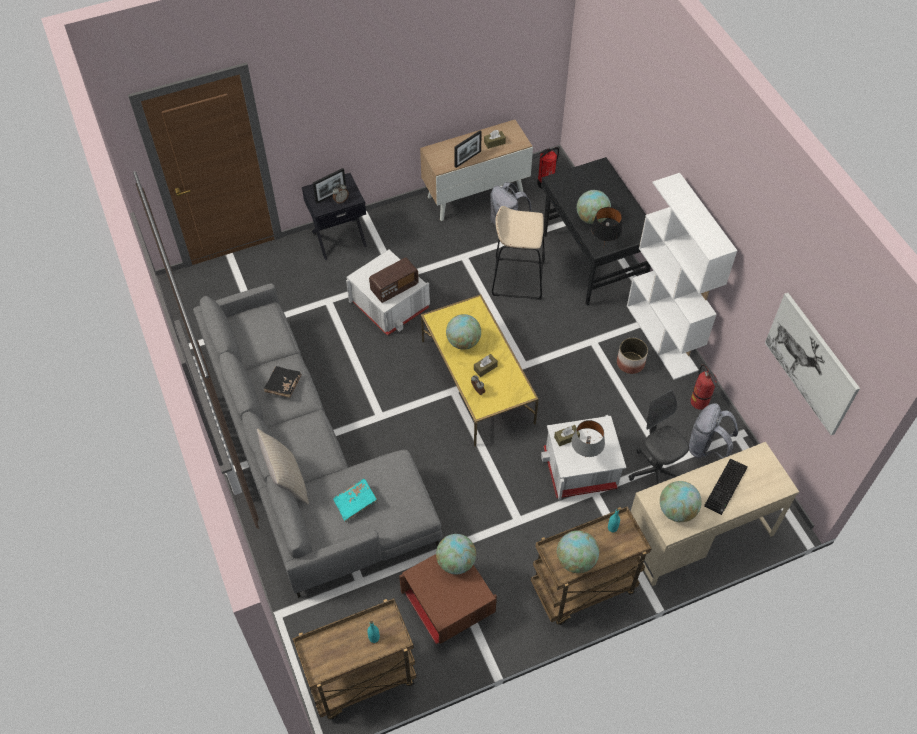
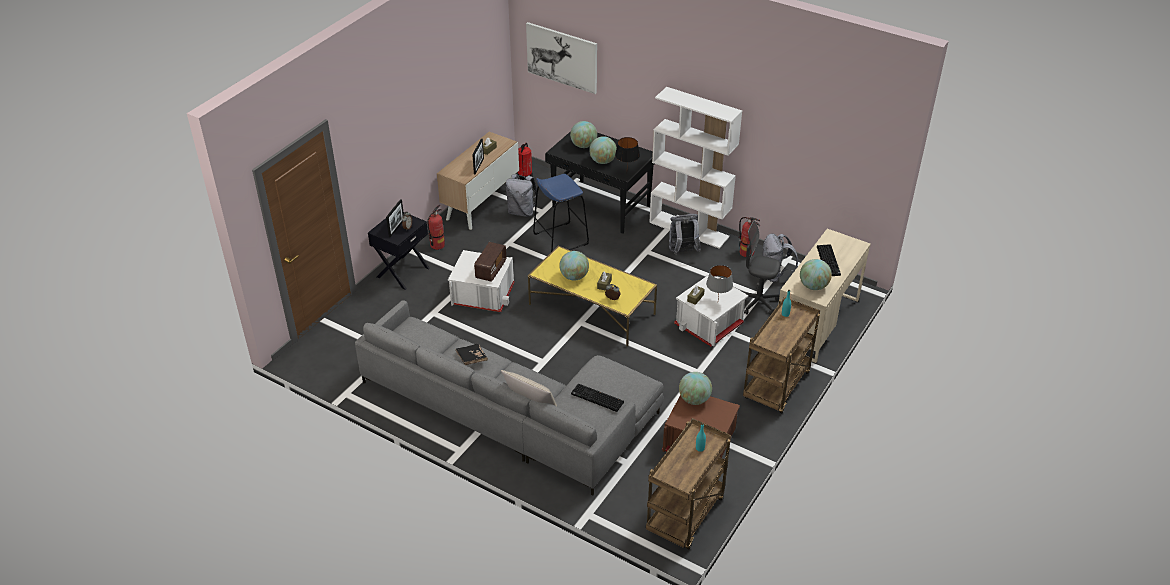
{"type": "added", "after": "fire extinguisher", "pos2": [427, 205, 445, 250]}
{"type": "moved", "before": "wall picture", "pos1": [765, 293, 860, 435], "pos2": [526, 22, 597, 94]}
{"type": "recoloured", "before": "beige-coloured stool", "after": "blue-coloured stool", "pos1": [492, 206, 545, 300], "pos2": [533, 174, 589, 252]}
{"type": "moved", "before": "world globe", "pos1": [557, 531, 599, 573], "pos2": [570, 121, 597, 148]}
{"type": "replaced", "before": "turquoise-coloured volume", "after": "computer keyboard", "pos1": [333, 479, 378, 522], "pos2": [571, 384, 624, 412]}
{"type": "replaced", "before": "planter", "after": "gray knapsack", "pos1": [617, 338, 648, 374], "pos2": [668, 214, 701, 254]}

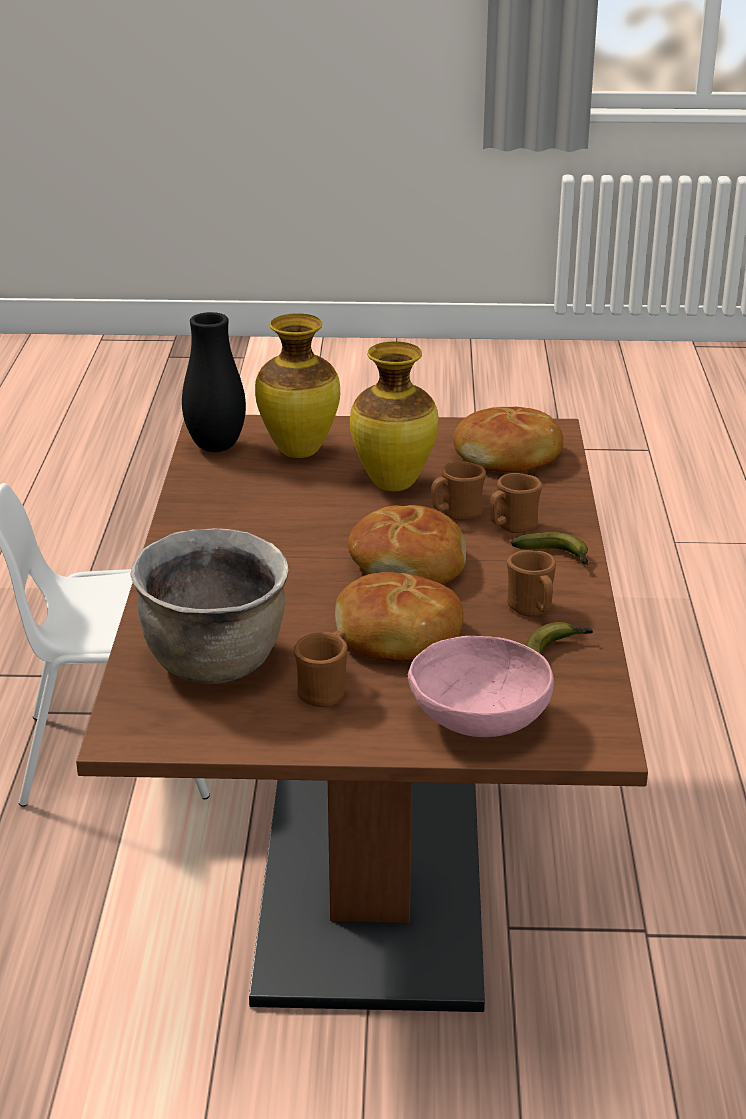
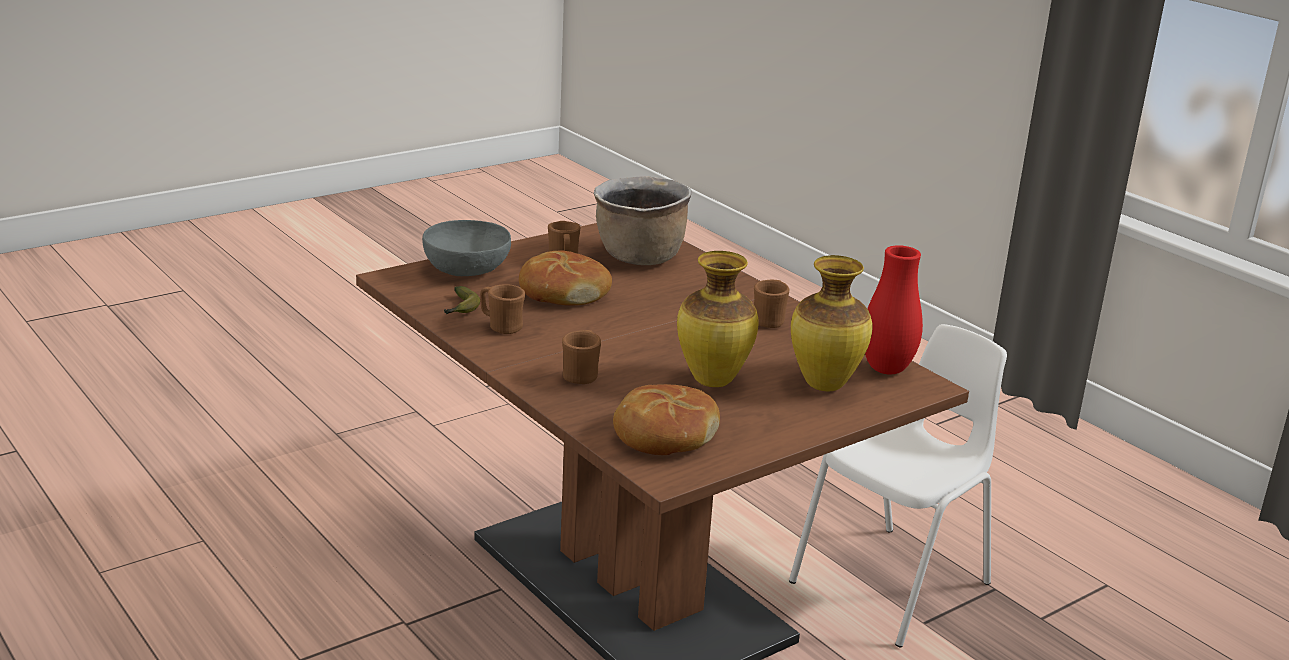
{"type": "recoloured", "before": "pink deep dish", "after": "gray deep dish", "pos1": [407, 636, 554, 737], "pos2": [422, 220, 511, 276]}
{"type": "moved", "before": "brown coffee mug", "pos1": [431, 461, 486, 521], "pos2": [754, 280, 789, 328]}
{"type": "recoloured", "before": "blackish flower vase", "after": "red flower vase", "pos1": [182, 312, 246, 452], "pos2": [865, 245, 923, 375]}
{"type": "removed", "before": "bakery bread", "pos1": [348, 505, 466, 584]}
{"type": "removed", "before": "banana", "pos1": [511, 532, 588, 565]}

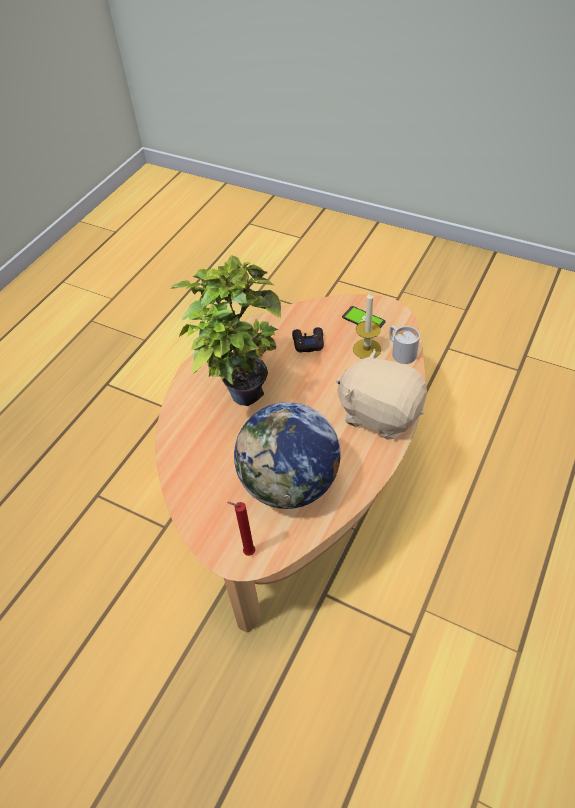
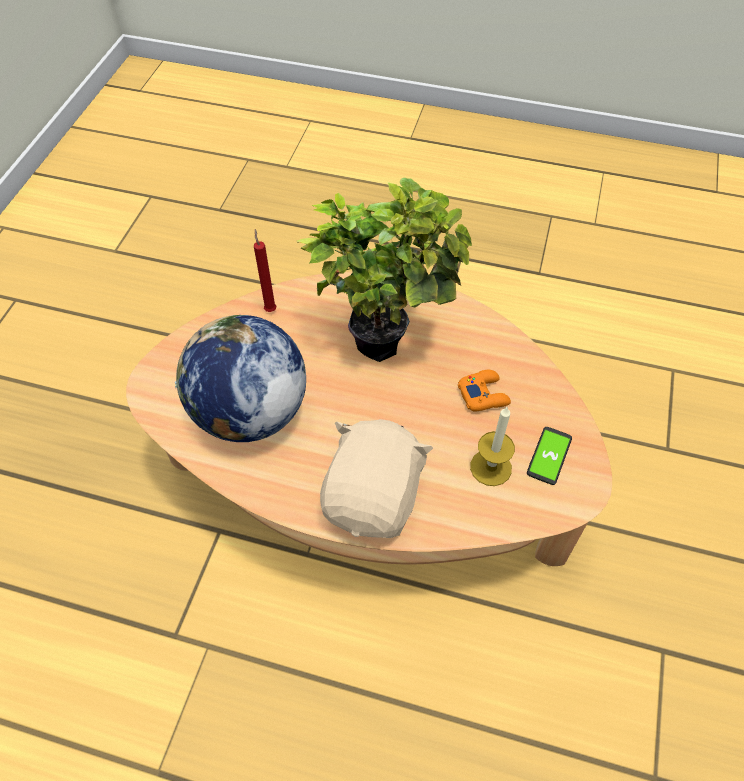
{"type": "moved", "before": "red candle", "pos1": [227, 502, 255, 556], "pos2": [254, 229, 276, 312]}
{"type": "recoloured", "before": "blackish game controller", "after": "orangey game controller", "pos1": [292, 327, 324, 353], "pos2": [458, 370, 511, 412]}
{"type": "removed", "before": "white coffee mug", "pos1": [389, 325, 420, 364]}

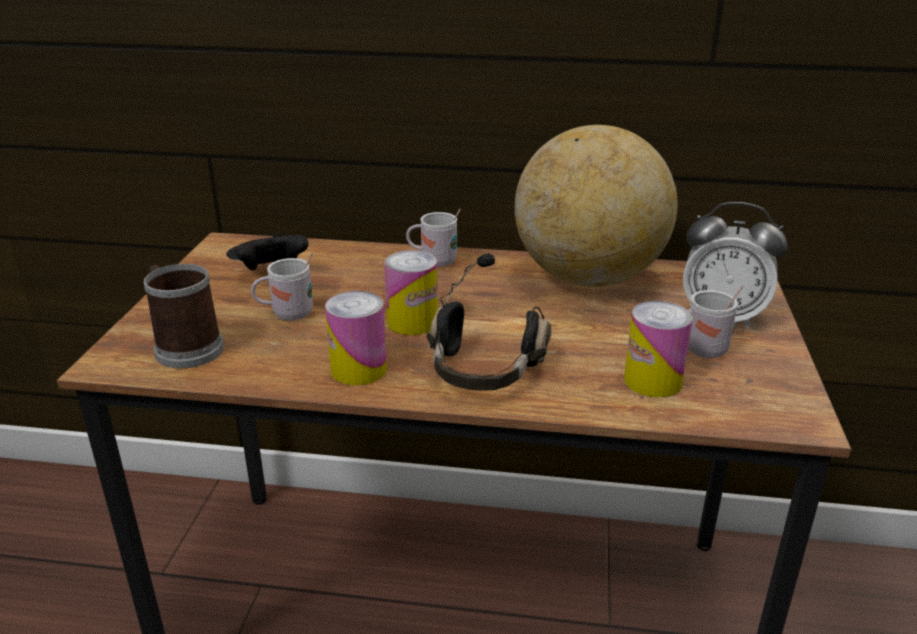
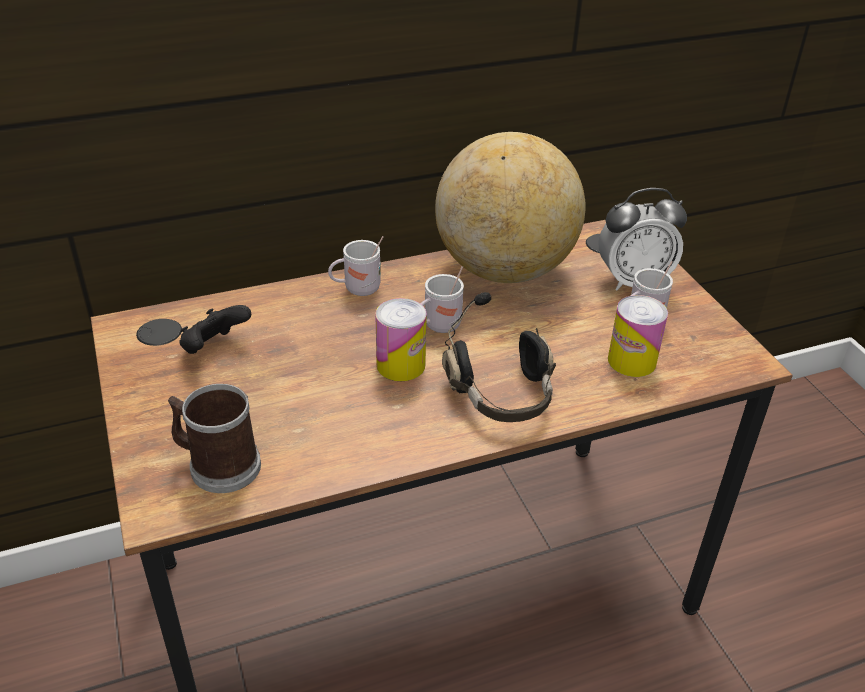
{"type": "moved", "before": "white coffee mug", "pos1": [251, 252, 313, 321], "pos2": [420, 266, 464, 333]}
{"type": "removed", "before": "sealed can", "pos1": [325, 291, 387, 385]}

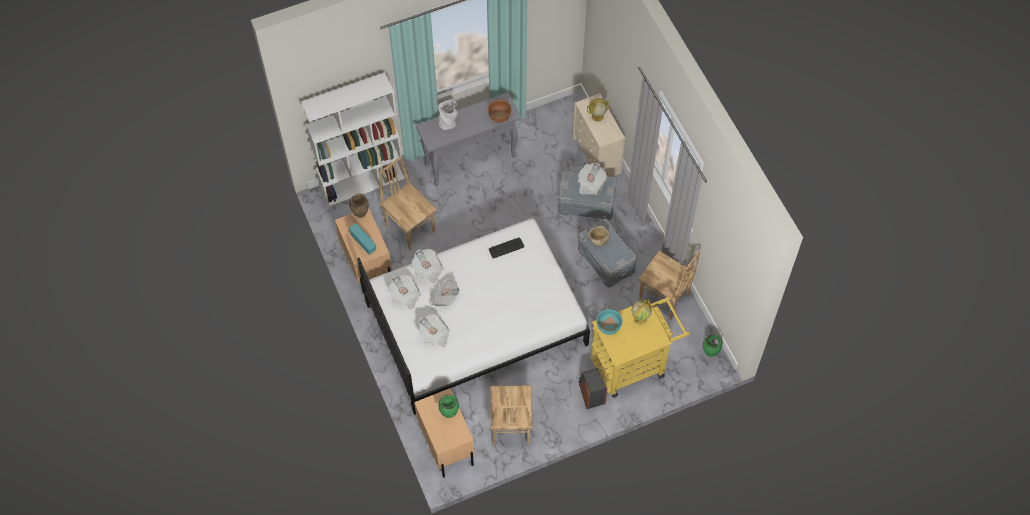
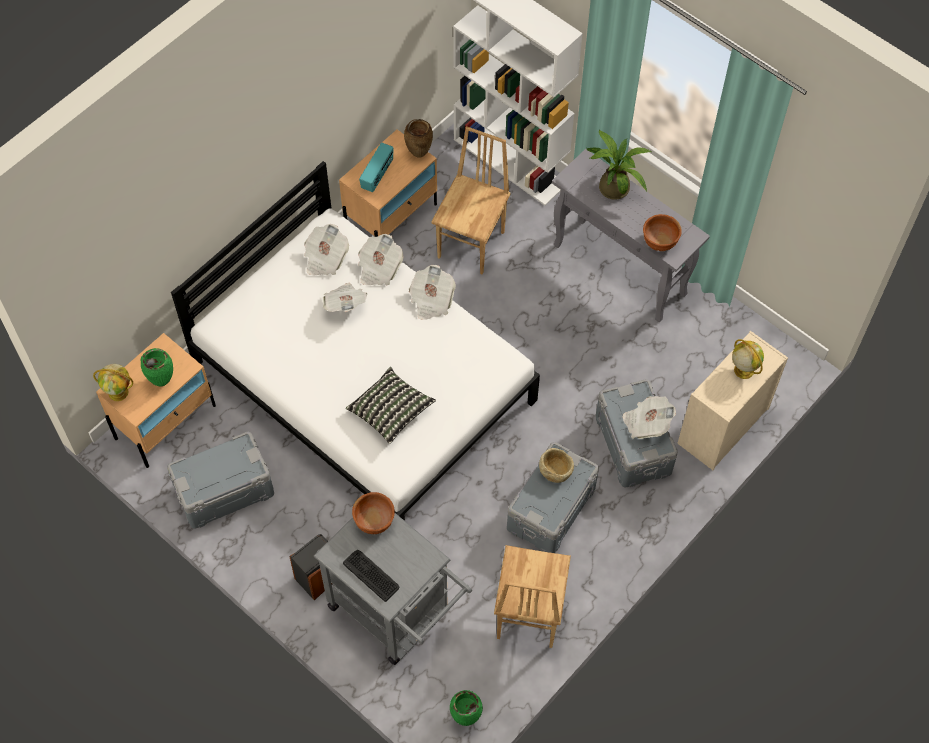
{"type": "moved", "before": "world globe", "pos1": [631, 299, 652, 325], "pos2": [93, 364, 133, 401]}
{"type": "replaced", "before": "brown chair", "after": "gray storage container", "pos1": [491, 385, 532, 445], "pos2": [167, 432, 274, 529]}
{"type": "recoloured", "before": "yellow wheeled cart", "after": "gray wheeled cart", "pos1": [590, 297, 690, 398], "pos2": [314, 513, 472, 665]}
{"type": "moved", "before": "computer keyboard", "pos1": [489, 238, 524, 259], "pos2": [343, 550, 399, 602]}
{"type": "added", "after": "cushion", "pos2": [346, 367, 436, 444]}
{"type": "recoloured", "before": "turquoise-coloured deep dish", "after": "brown deep dish", "pos1": [597, 309, 623, 335], "pos2": [352, 492, 395, 534]}
{"type": "moved", "before": "printed paper", "pos1": [418, 314, 450, 347], "pos2": [409, 265, 456, 320]}
{"type": "replaced", "before": "gray flower vase", "after": "plant in a pot", "pos1": [439, 100, 458, 130], "pos2": [587, 129, 651, 200]}

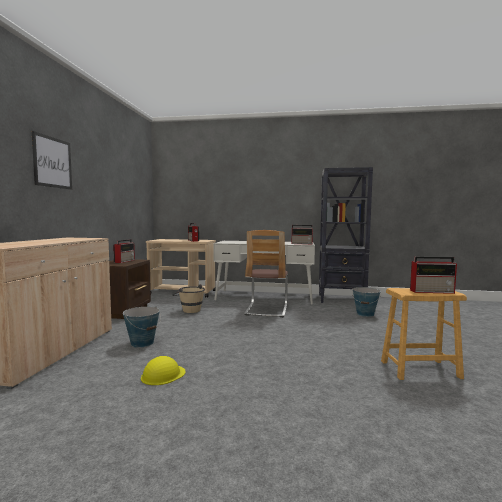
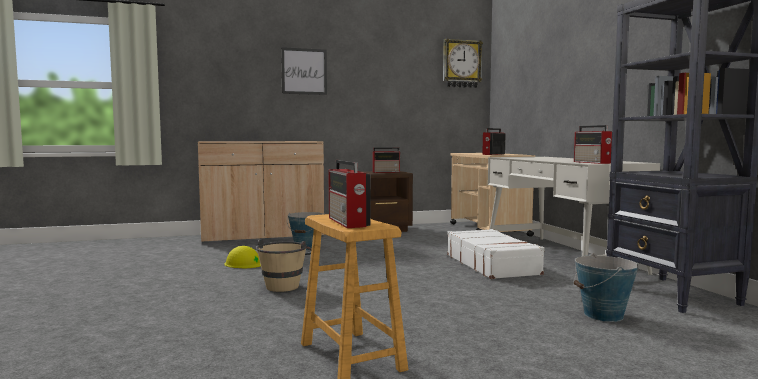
{"type": "moved", "before": "beige-coloured water bucket", "pos1": [172, 284, 205, 313], "pos2": [256, 239, 312, 292]}
{"type": "added", "after": "hanging clock", "pos2": [443, 38, 483, 88]}
{"type": "replaced", "before": "chair", "after": "white suitcase", "pos1": [244, 230, 288, 317], "pos2": [447, 229, 545, 279]}

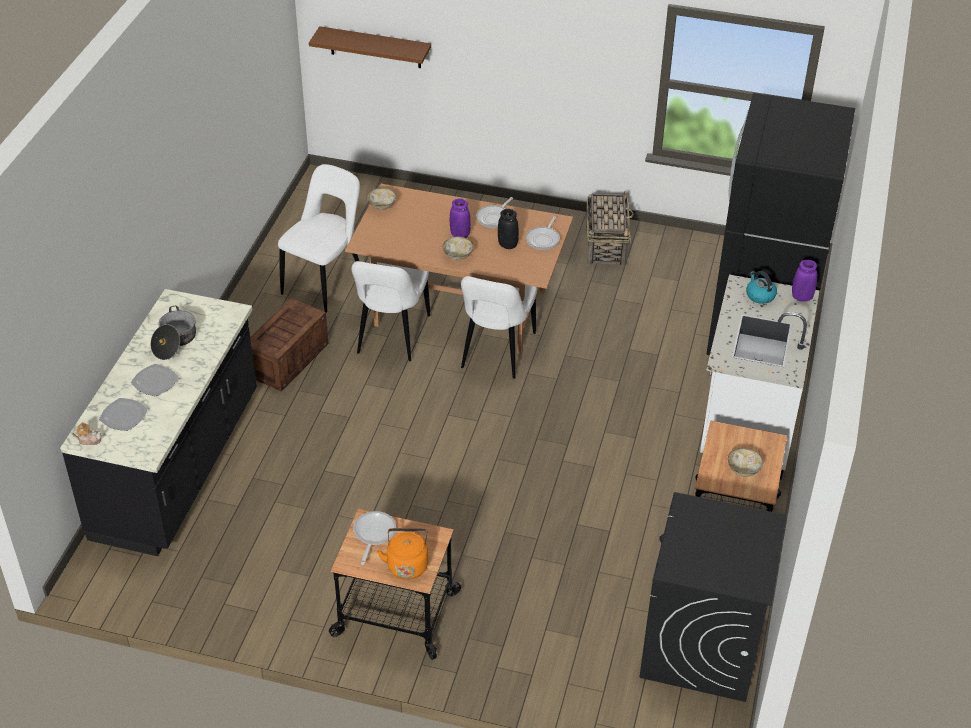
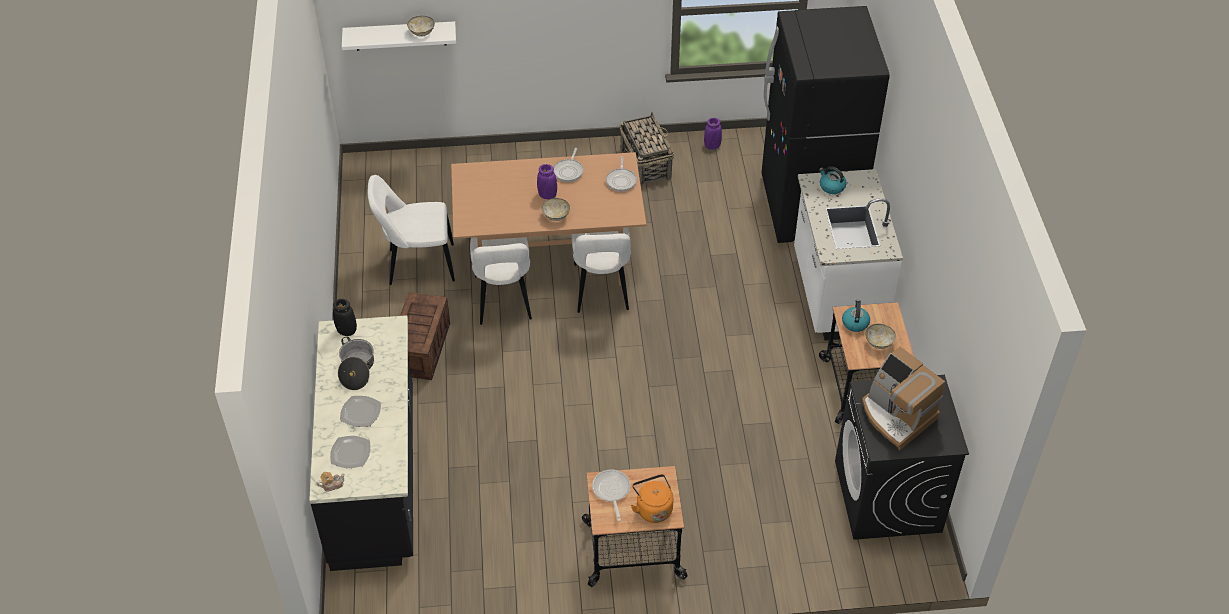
{"type": "moved", "before": "blackish flower vase", "pos1": [498, 209, 519, 249], "pos2": [333, 299, 357, 336]}
{"type": "recoloured", "before": "brown wall shelf", "after": "white wall shelf", "pos1": [309, 26, 431, 68], "pos2": [342, 21, 456, 51]}
{"type": "turned", "before": "white chair", "pos1": [278, 164, 360, 313], "pos2": [368, 175, 455, 285], "turn": -105}
{"type": "moved", "before": "deep dish", "pos1": [366, 188, 396, 210], "pos2": [407, 16, 435, 36]}
{"type": "moved", "before": "purple flower vase", "pos1": [792, 260, 817, 302], "pos2": [704, 118, 722, 150]}
{"type": "added", "after": "tea kettle", "pos2": [842, 300, 870, 332]}
{"type": "added", "after": "coffee maker", "pos2": [862, 347, 945, 450]}

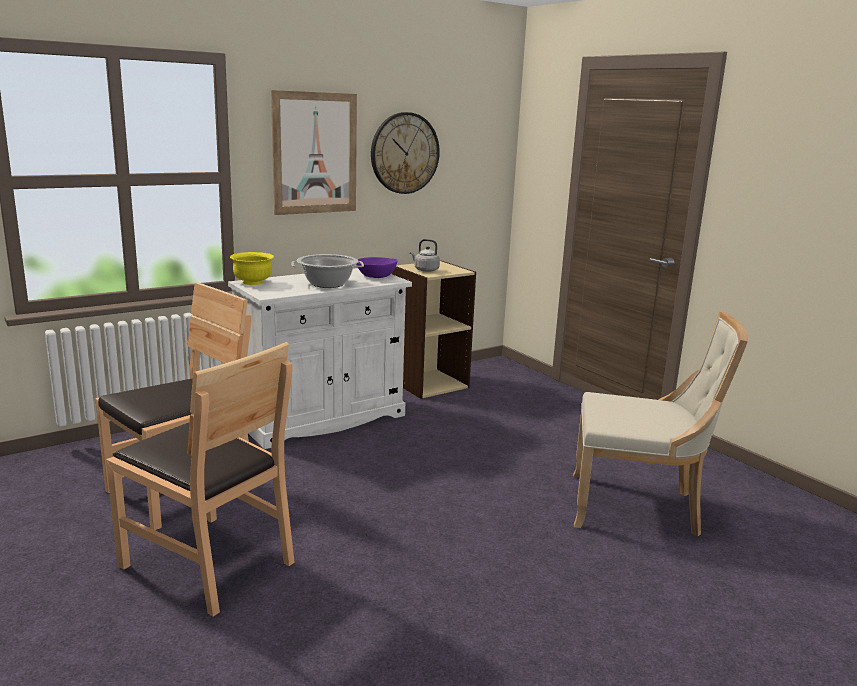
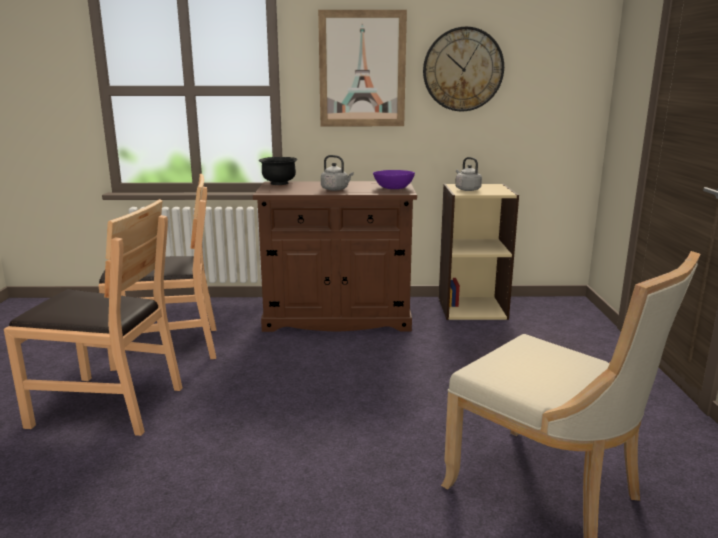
{"type": "turned", "before": "brown chair", "pos1": [106, 342, 295, 617], "pos2": [4, 199, 183, 436], "turn": -60}
{"type": "recoloured", "before": "white cupboard", "after": "brown cupboard", "pos1": [228, 268, 412, 449], "pos2": [253, 181, 417, 332]}
{"type": "recoloured", "before": "yellow deep dish", "after": "blackish deep dish", "pos1": [230, 252, 274, 285], "pos2": [259, 157, 298, 185]}
{"type": "replaced", "before": "stockpot", "after": "gray tea kettle", "pos1": [291, 254, 364, 288], "pos2": [321, 155, 354, 191]}

